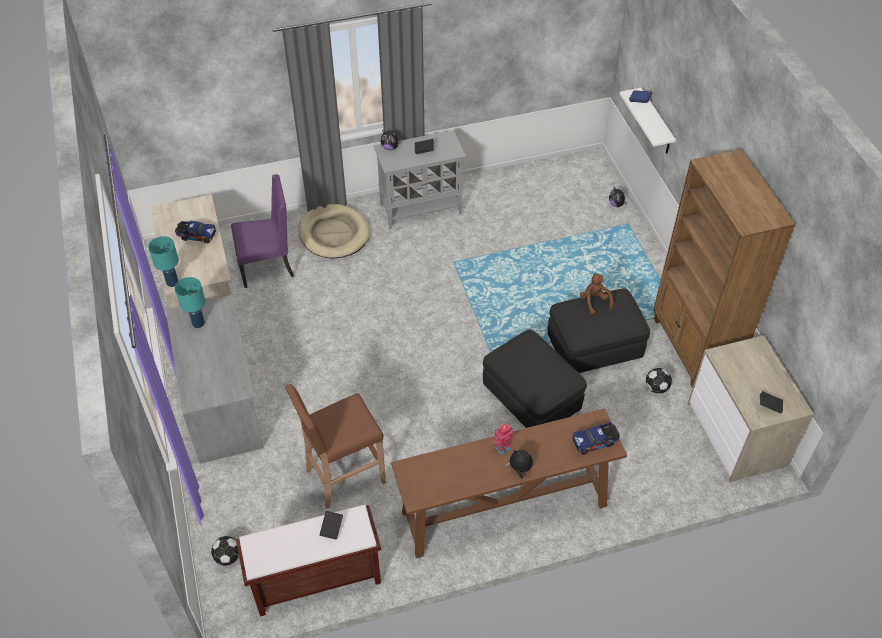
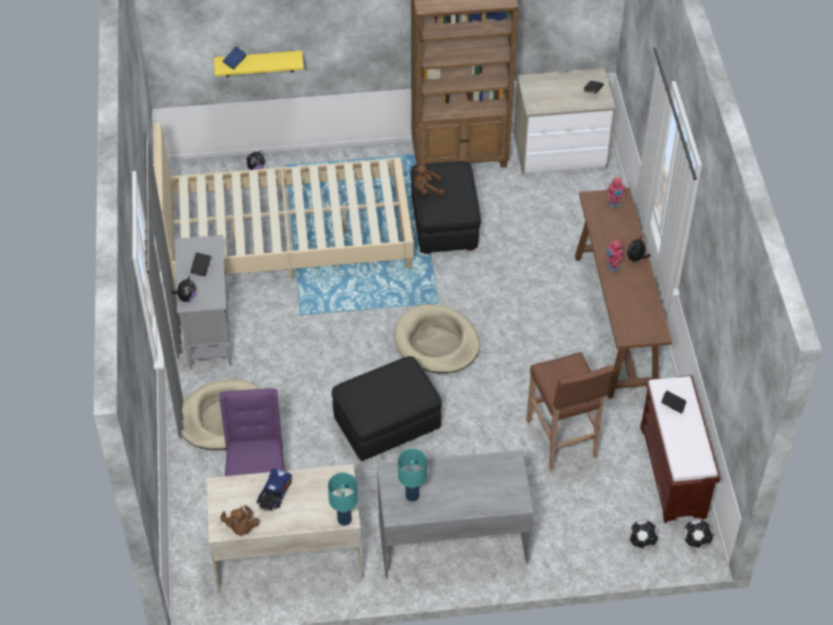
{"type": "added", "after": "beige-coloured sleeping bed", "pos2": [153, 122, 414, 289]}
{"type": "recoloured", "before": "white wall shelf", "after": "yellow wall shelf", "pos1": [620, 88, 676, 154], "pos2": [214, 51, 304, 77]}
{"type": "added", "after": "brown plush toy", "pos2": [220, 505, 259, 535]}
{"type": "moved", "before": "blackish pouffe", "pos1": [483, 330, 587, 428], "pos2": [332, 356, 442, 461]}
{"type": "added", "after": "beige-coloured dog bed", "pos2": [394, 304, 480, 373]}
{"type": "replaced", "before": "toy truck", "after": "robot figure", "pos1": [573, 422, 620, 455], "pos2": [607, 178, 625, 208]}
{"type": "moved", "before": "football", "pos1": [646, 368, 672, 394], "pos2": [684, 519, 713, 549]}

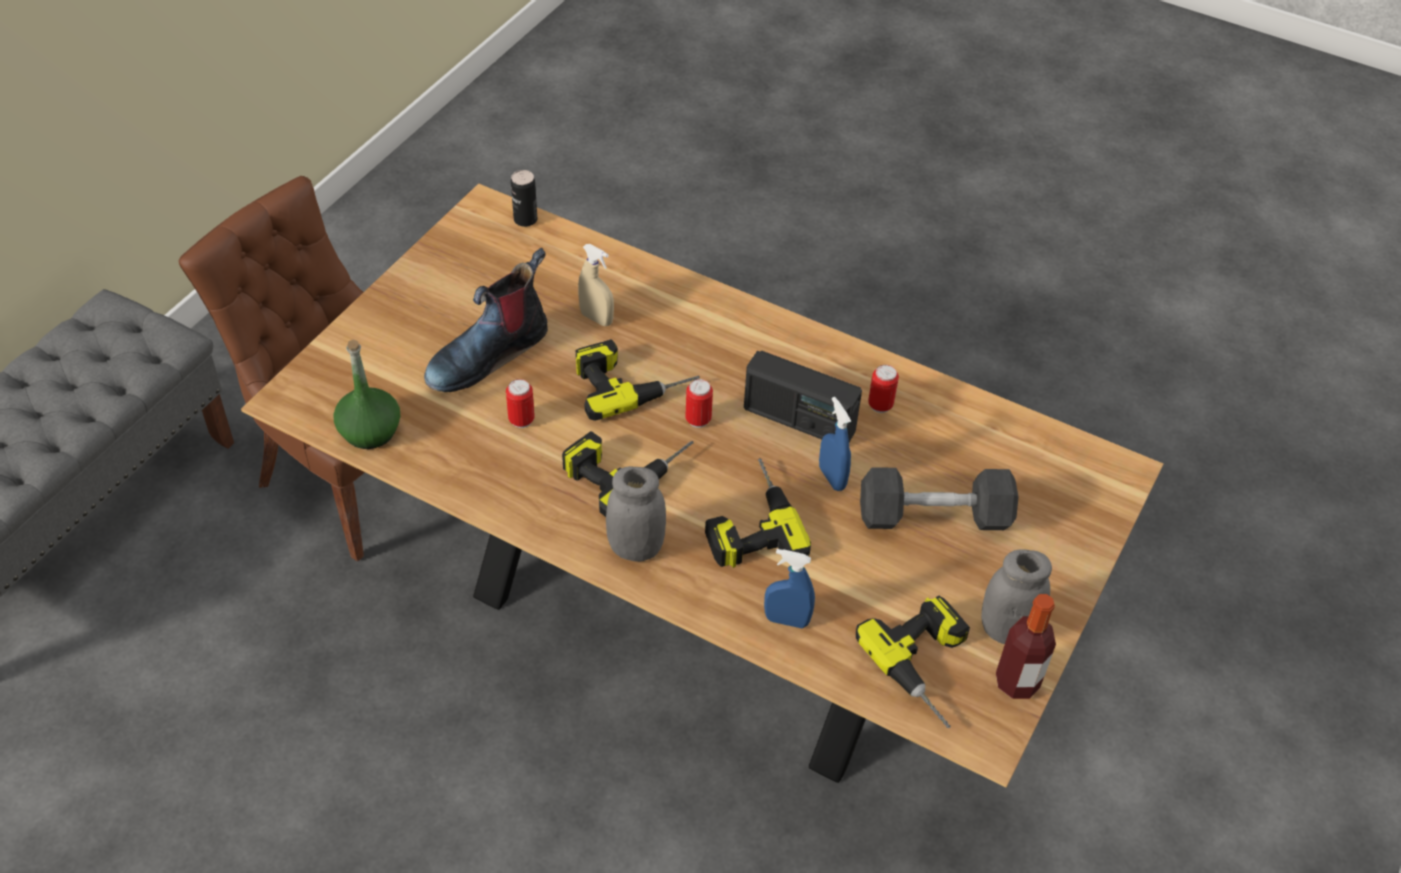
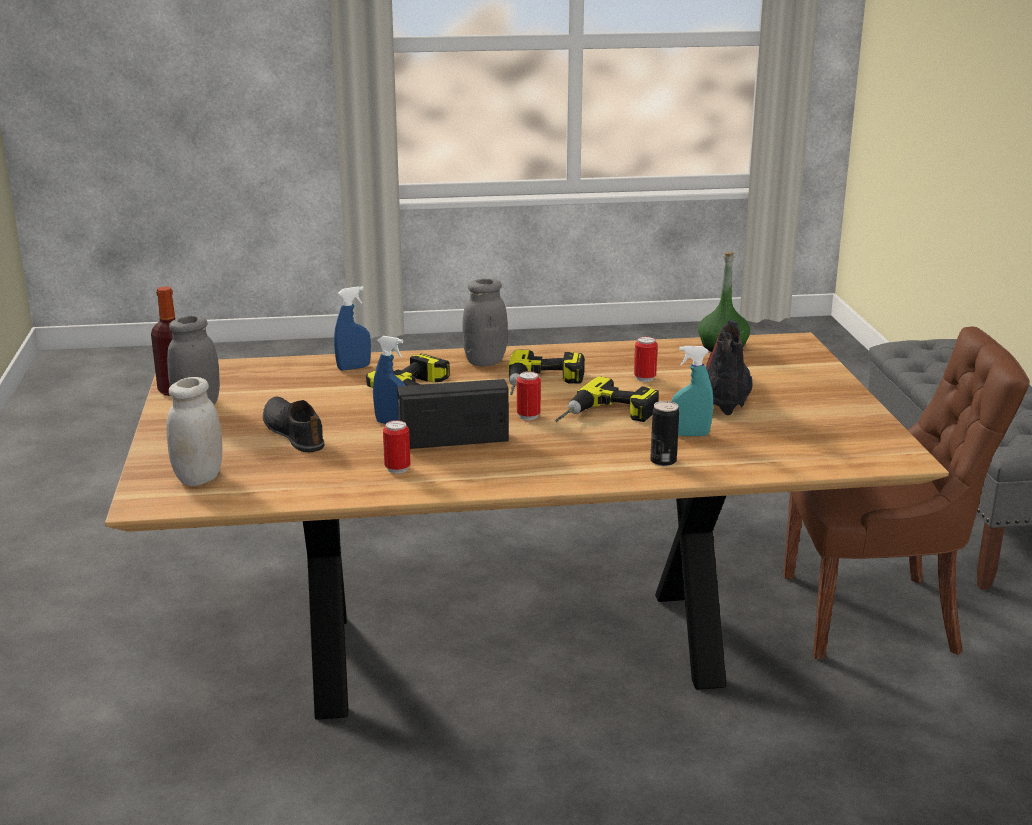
{"type": "added", "after": "white preserve jar", "pos2": [167, 377, 222, 486]}
{"type": "replaced", "before": "blackish hand weight", "after": "blackish item of footwear", "pos1": [860, 467, 1019, 530], "pos2": [263, 397, 324, 452]}
{"type": "moved", "before": "sealed can", "pos1": [511, 170, 537, 227], "pos2": [650, 401, 679, 466]}
{"type": "recoloured", "before": "beige-coloured spray bottle", "after": "turquoise-coloured spray bottle", "pos1": [578, 244, 614, 326], "pos2": [671, 346, 713, 436]}
{"type": "removed", "before": "drill", "pos1": [856, 596, 970, 728]}

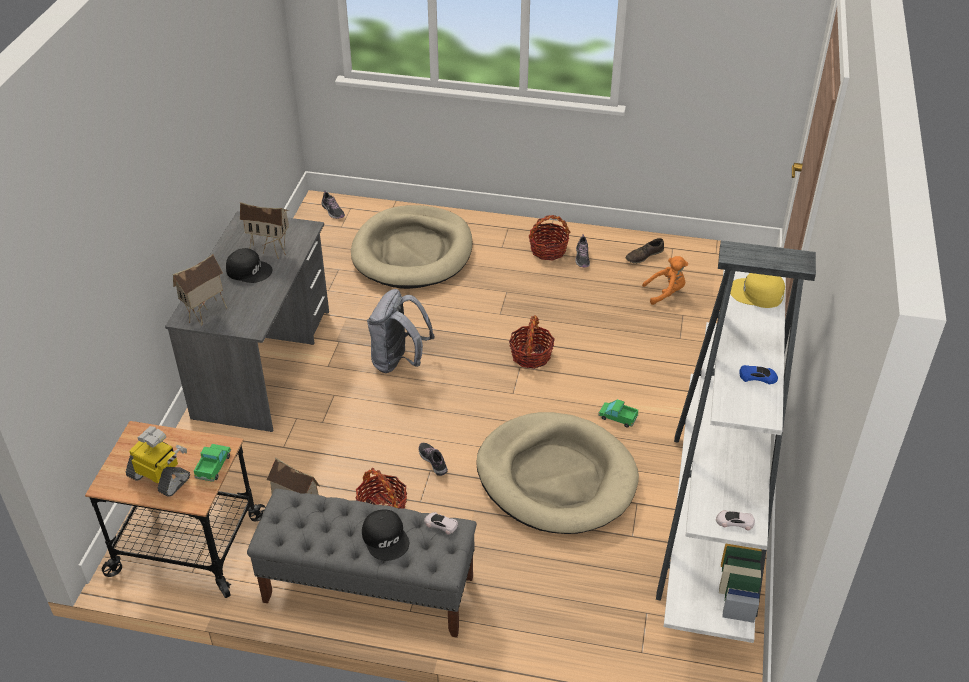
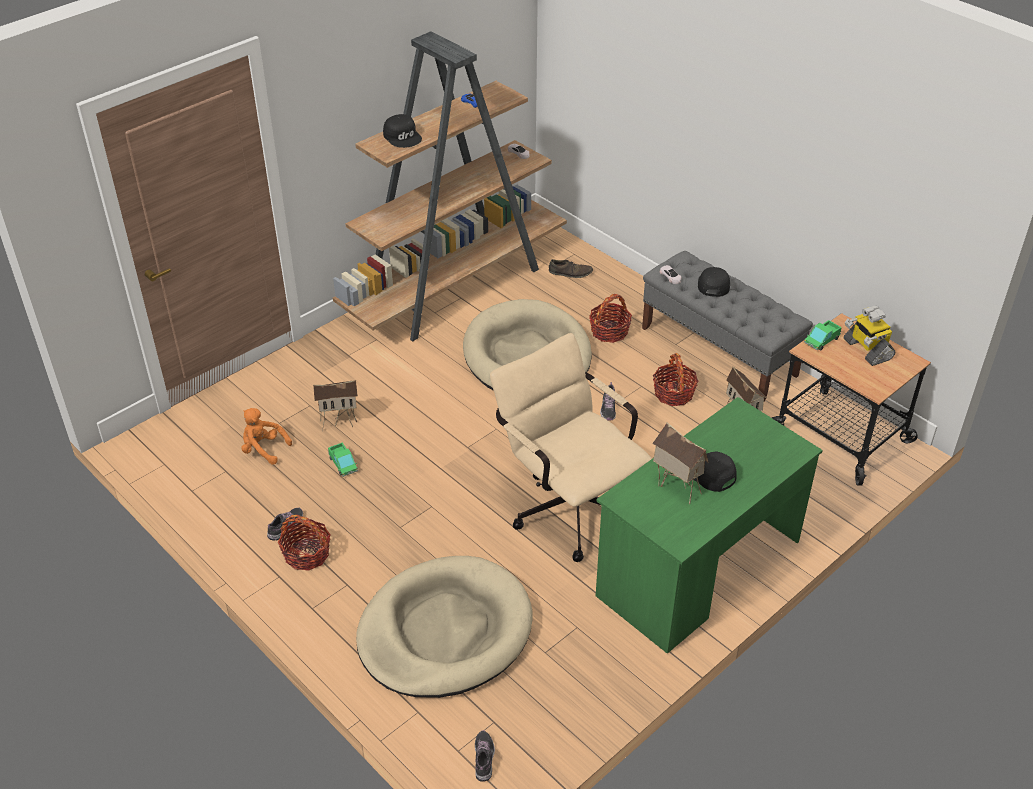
{"type": "moved", "before": "model house", "pos1": [172, 254, 227, 326], "pos2": [313, 380, 358, 431]}
{"type": "moved", "before": "toy truck", "pos1": [598, 399, 638, 428], "pos2": [328, 442, 358, 477]}
{"type": "recoloured", "before": "white bookcase", "after": "brown bookcase", "pos1": [656, 240, 816, 643], "pos2": [333, 31, 567, 342]}
{"type": "recoloured", "before": "yellow cap", "after": "blackish cap", "pos1": [730, 273, 785, 308], "pos2": [383, 114, 422, 148]}
{"type": "replaced", "before": "gray knapsack", "after": "beige-coloured desk chair", "pos1": [367, 289, 435, 373], "pos2": [490, 333, 652, 562]}
{"type": "moved", "before": "brown item of footwear", "pos1": [626, 238, 664, 264], "pos2": [549, 259, 593, 278]}
{"type": "moved", "before": "household basket", "pos1": [509, 315, 555, 369], "pos2": [589, 294, 632, 343]}
{"type": "recoloured", "before": "gray desk", "after": "green desk", "pos1": [165, 211, 329, 432], "pos2": [596, 397, 823, 654]}

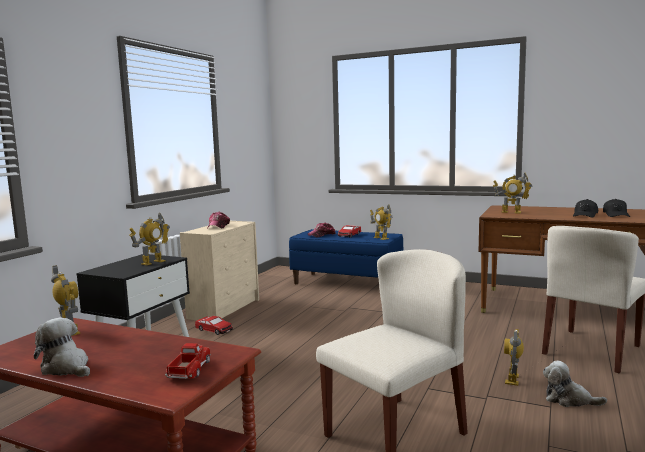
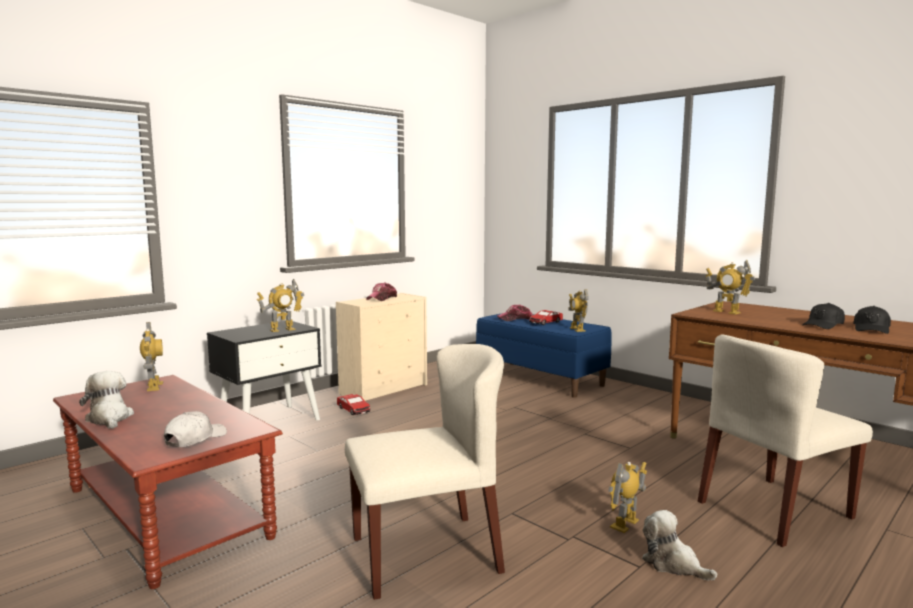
{"type": "replaced", "before": "toy truck", "after": "white cap", "pos1": [165, 343, 211, 379], "pos2": [164, 411, 227, 447]}

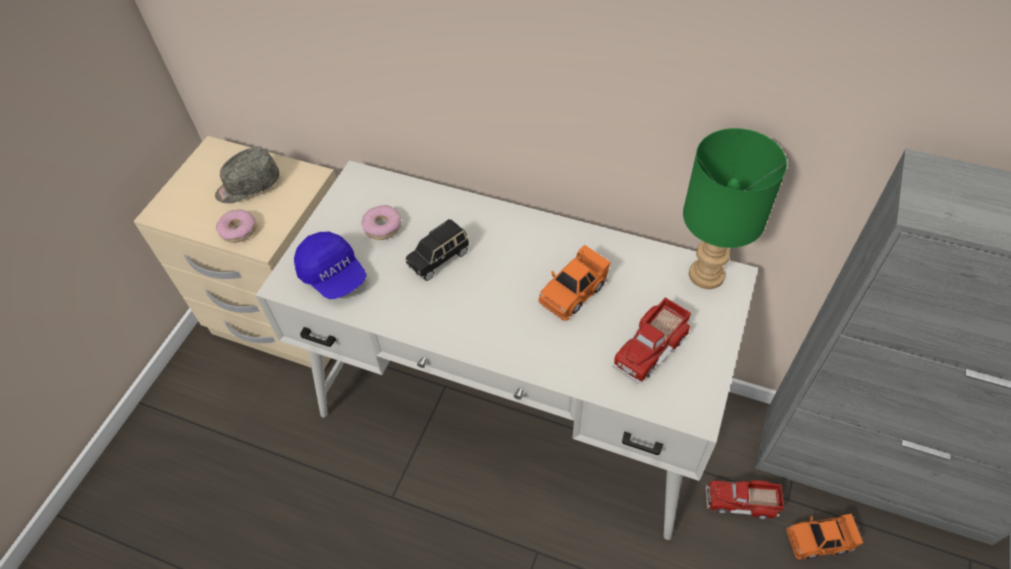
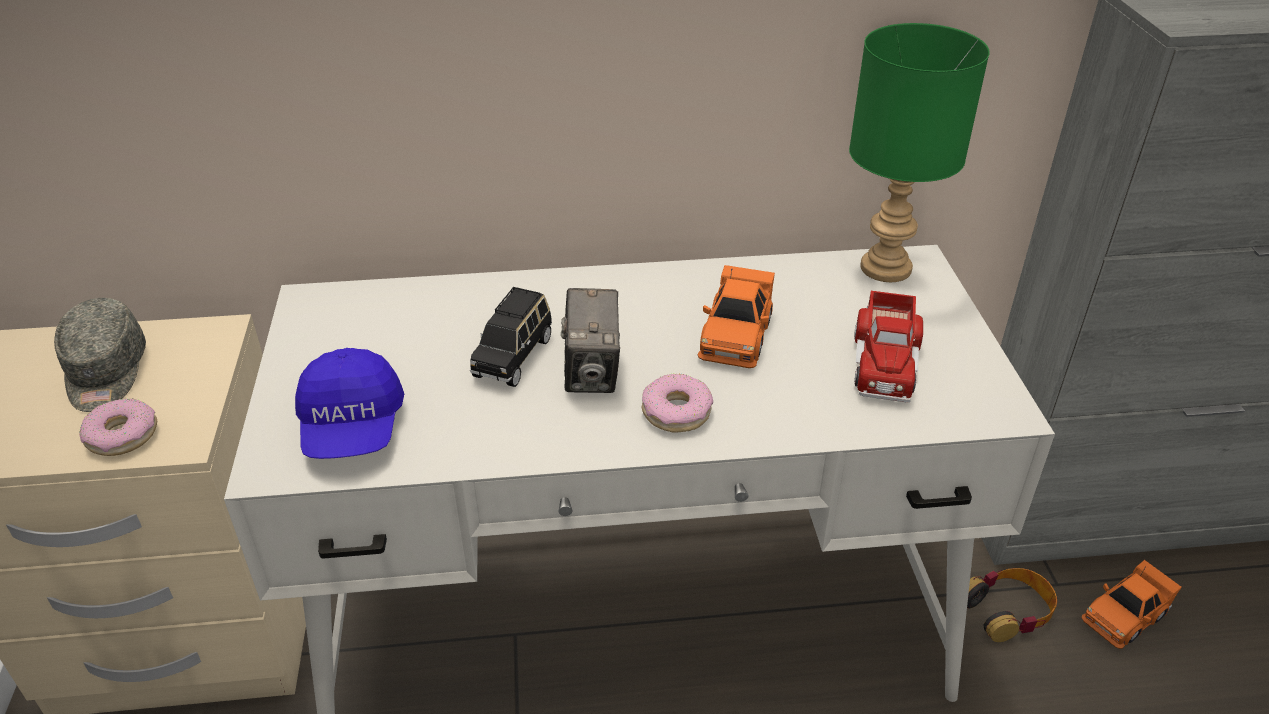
{"type": "turned", "before": "gray cap", "pos1": [215, 147, 279, 203], "pos2": [54, 298, 146, 412], "turn": -45}
{"type": "turned", "before": "blue-coloured cap", "pos1": [294, 231, 367, 299], "pos2": [295, 348, 404, 459], "turn": 60}
{"type": "added", "after": "still camera", "pos2": [561, 288, 620, 393]}
{"type": "moved", "before": "donut", "pos1": [361, 205, 401, 240], "pos2": [642, 374, 713, 433]}
{"type": "replaced", "before": "toy truck", "after": "pair of headphones", "pos1": [706, 480, 784, 519], "pos2": [967, 568, 1057, 642]}

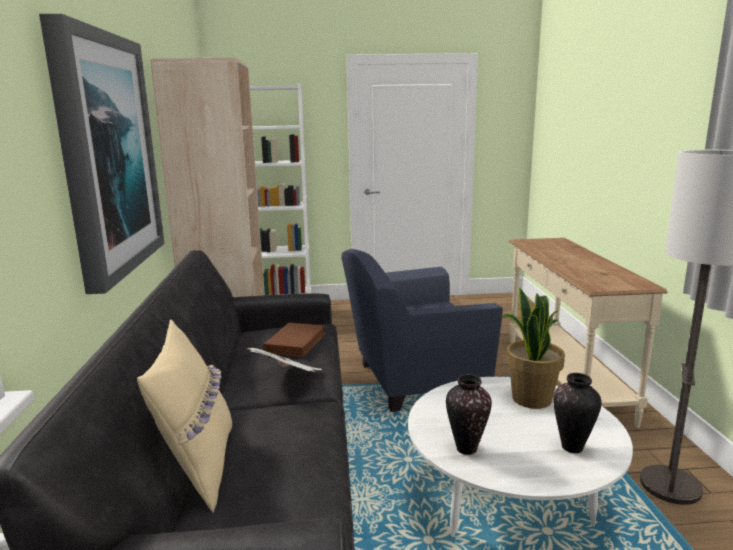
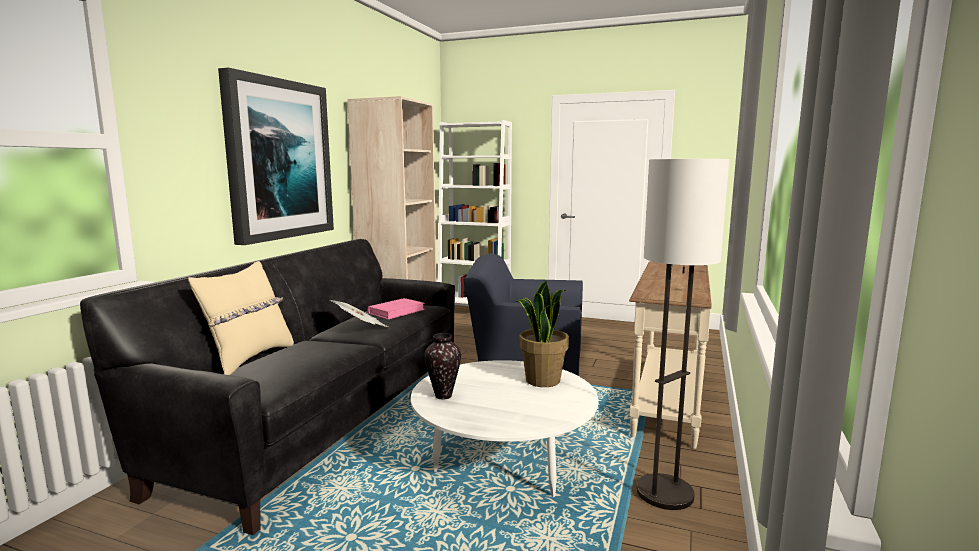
{"type": "recoloured", "before": "brown volume", "after": "pink volume", "pos1": [263, 322, 326, 357], "pos2": [367, 298, 426, 320]}
{"type": "removed", "before": "flower vase", "pos1": [553, 373, 601, 453]}

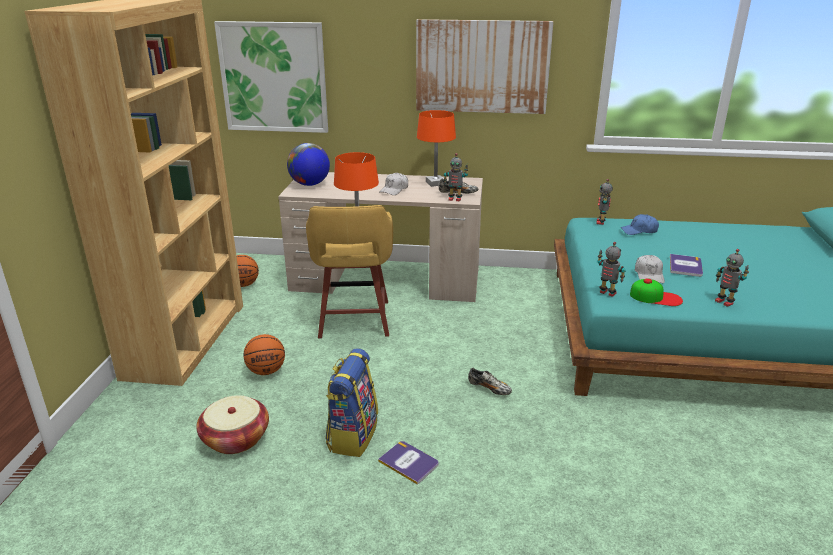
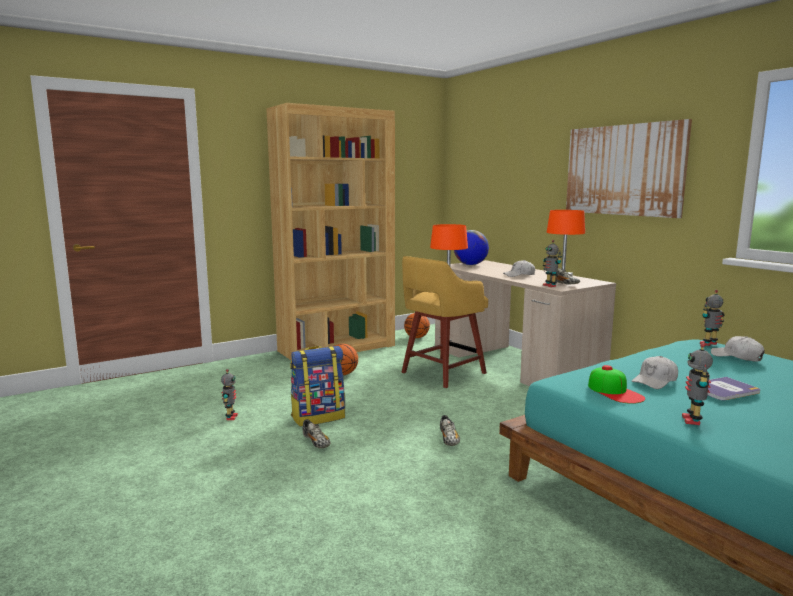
{"type": "moved", "before": "robot figure", "pos1": [597, 242, 626, 297], "pos2": [221, 369, 238, 420]}
{"type": "replaced", "before": "volume", "after": "item of footwear", "pos1": [378, 441, 438, 485], "pos2": [303, 419, 331, 448]}
{"type": "recoloured", "before": "blue-coloured cap", "after": "white cap", "pos1": [621, 214, 659, 235], "pos2": [711, 336, 765, 362]}
{"type": "removed", "before": "household basket", "pos1": [196, 395, 269, 454]}
{"type": "removed", "before": "wall picture", "pos1": [214, 21, 328, 133]}

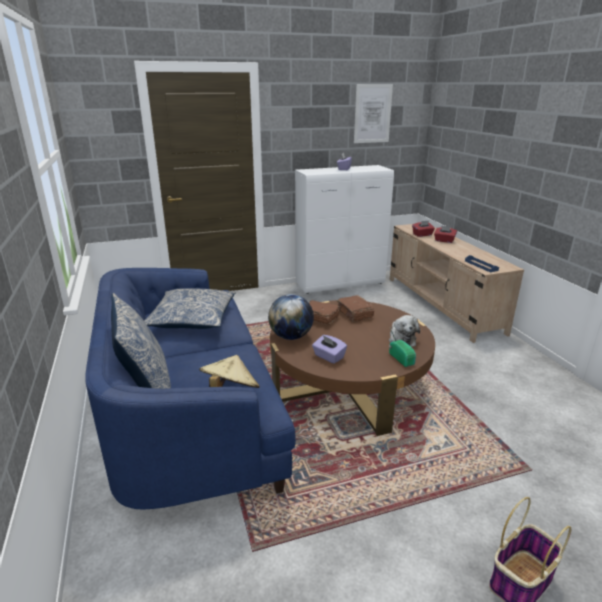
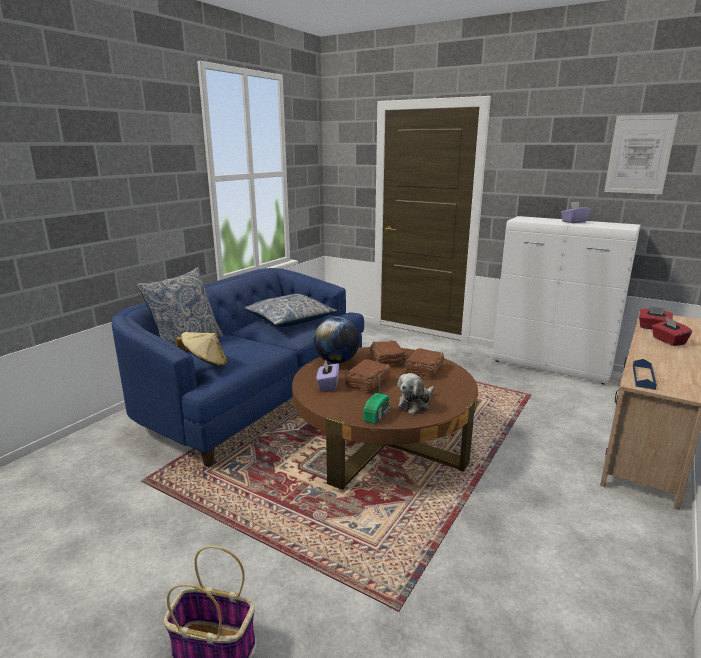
{"type": "added", "after": "brown volume", "pos2": [345, 359, 391, 393]}

